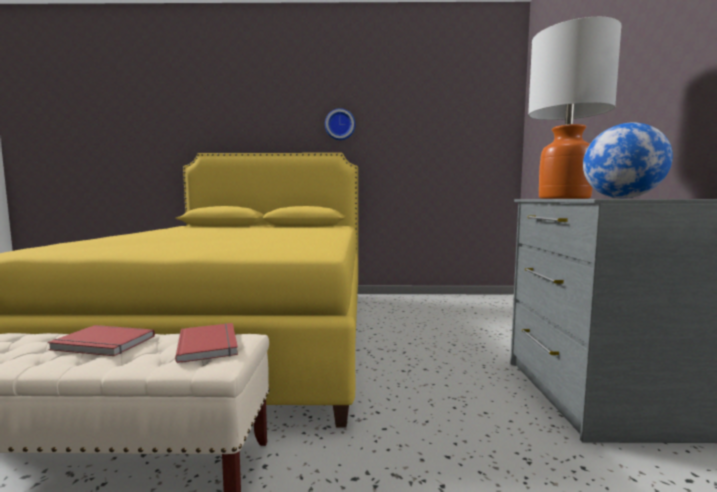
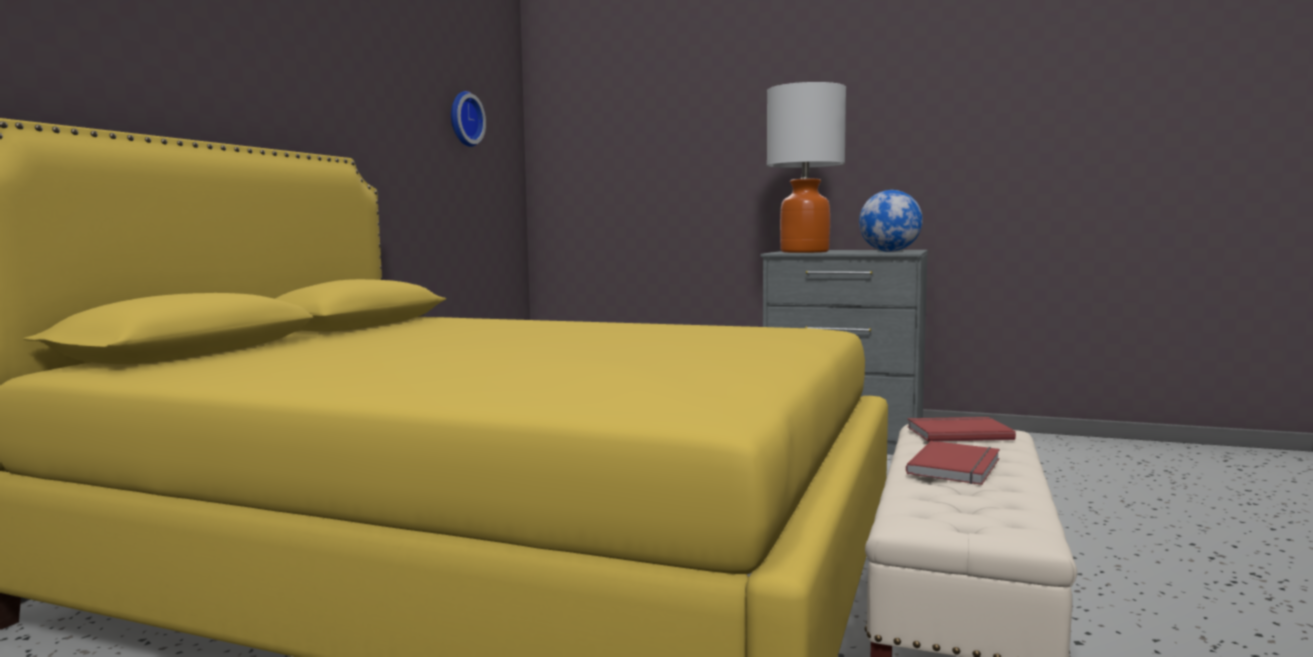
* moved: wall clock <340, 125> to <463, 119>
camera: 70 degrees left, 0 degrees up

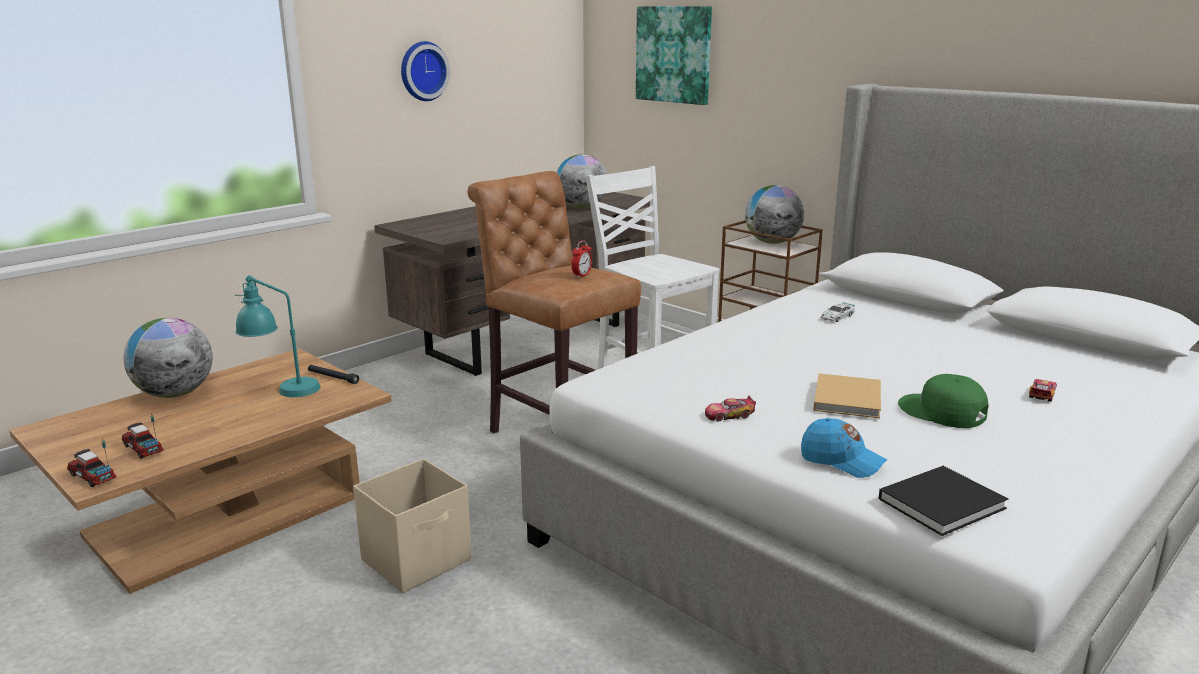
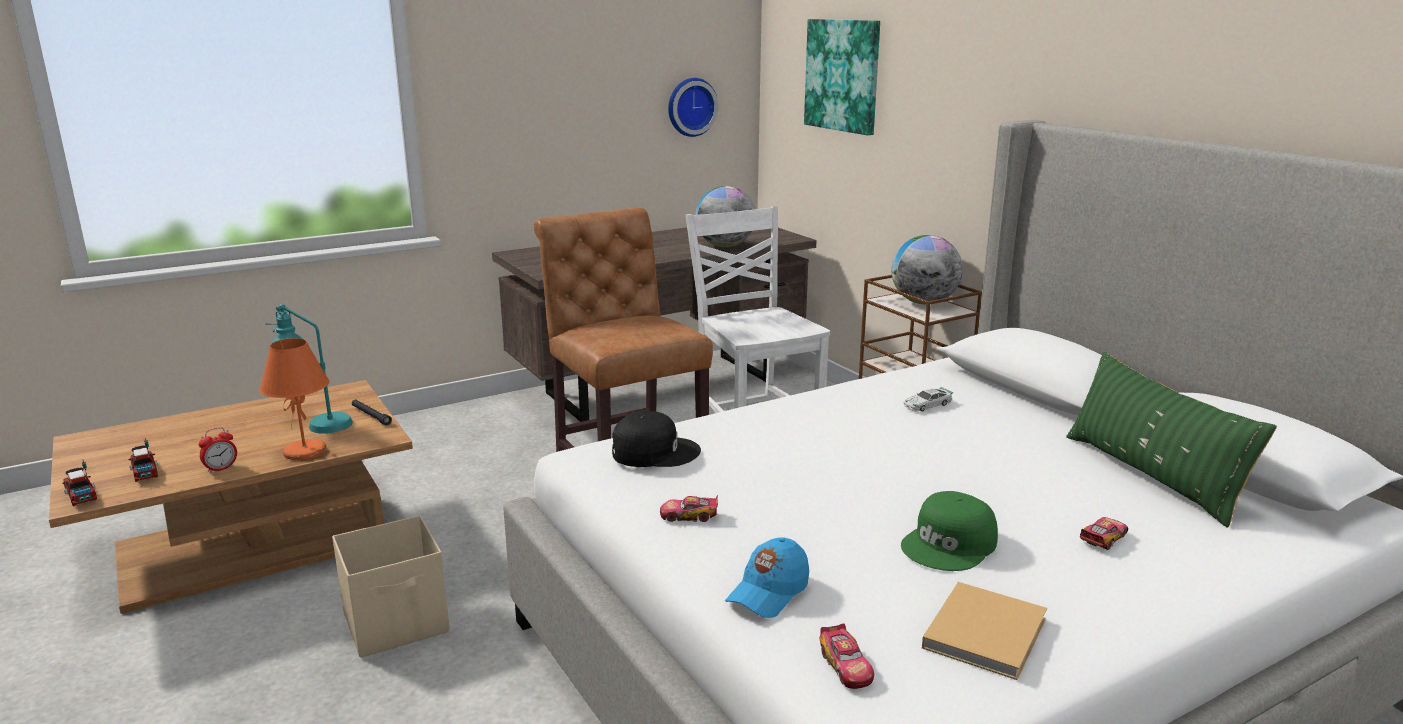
* removed: globe <175, 394>
* moved: wall clock <422, 71> to <690, 107>
* moved: alarm clock <581, 276> to <221, 469>
* turned: cap (blue) <841, 461> = <768, 593> 75 degrees clockwise
* moved: book (beige) <847, 398> to <986, 631>
* replaced: book (black) <944, 502> to toy car <846, 666>
* turned: cap (green) <942, 412> = <950, 545> 105 degrees counterclockwise
* added: table lamp (orange) <305, 452>
* added: cap (black) <654, 451>
* added: pillow (green) <1151, 475>
camera: 15 degrees right, 0 degrees up

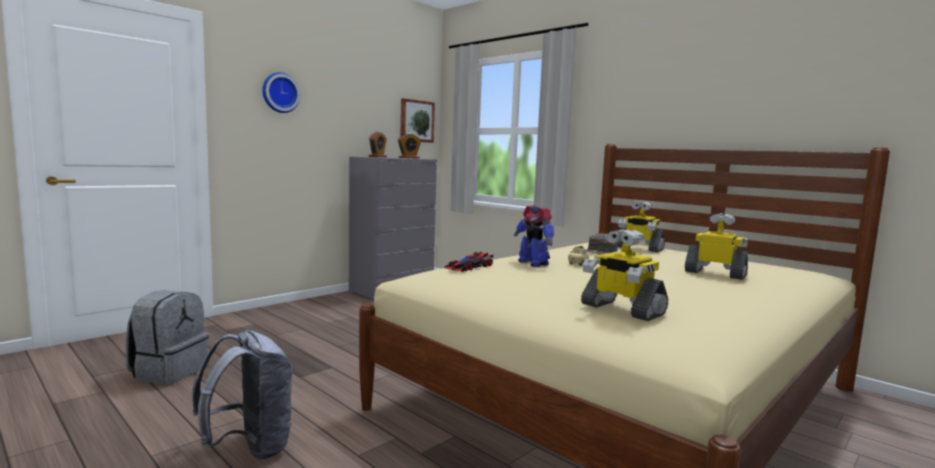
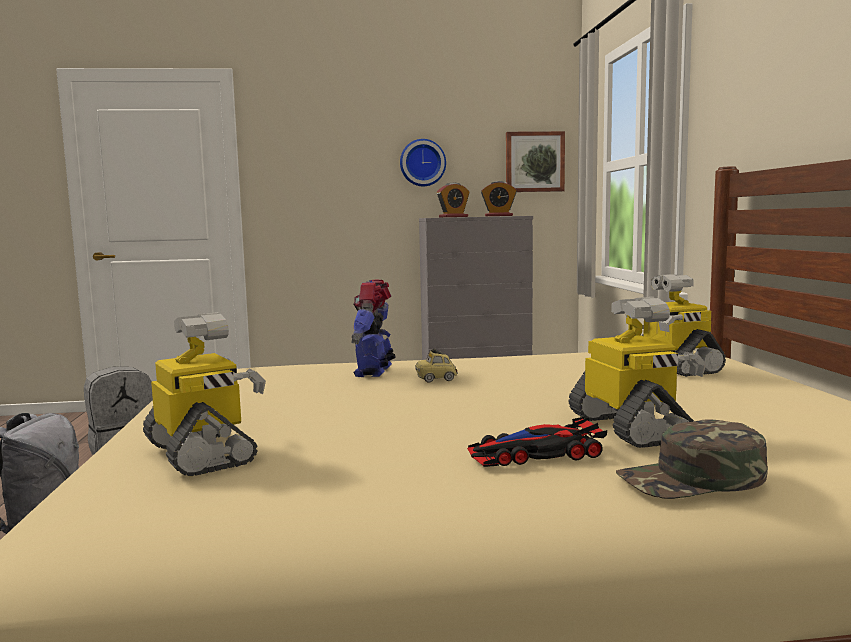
* moved: wall clock <279, 93> to <422, 163>
* moved: toy car <469, 267> to <535, 454>
* turned: toy robot <621, 309> = <202, 453> 150 degrees clockwise
* moved: cap (green) <599, 251> to <692, 479>
camera: 40 degrees right, 0 degrees up

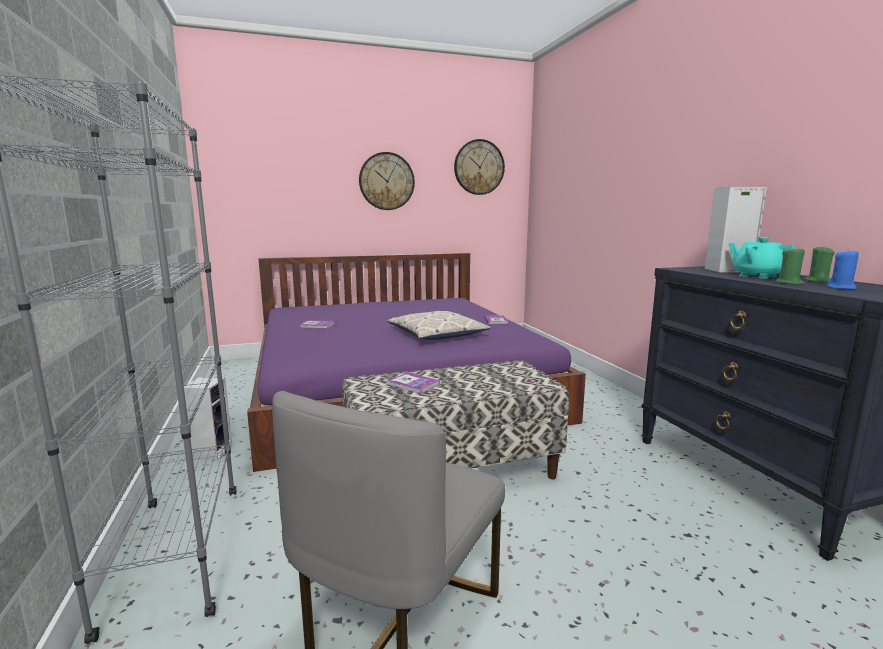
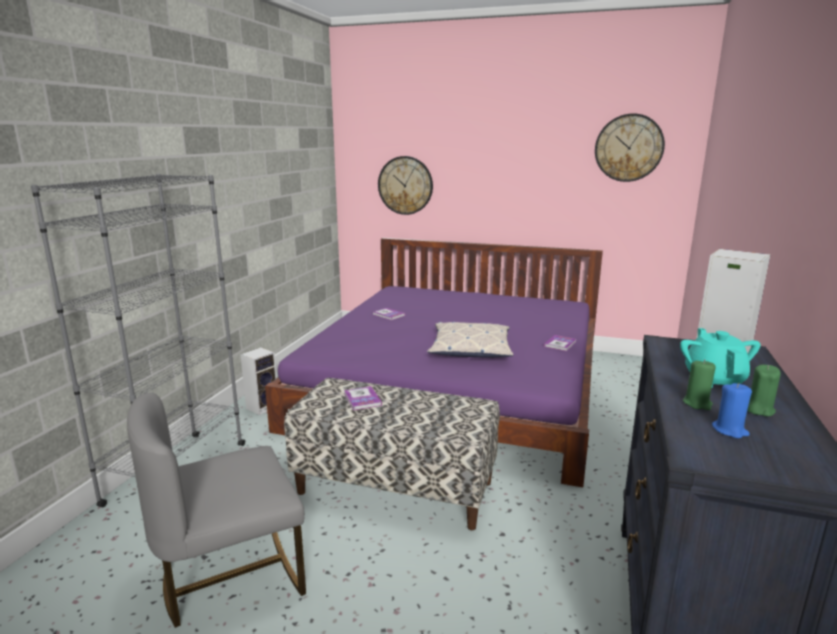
* moved: wall clock <386, 181> to <405, 185>
camera: 35 degrees right, 5 degrees up

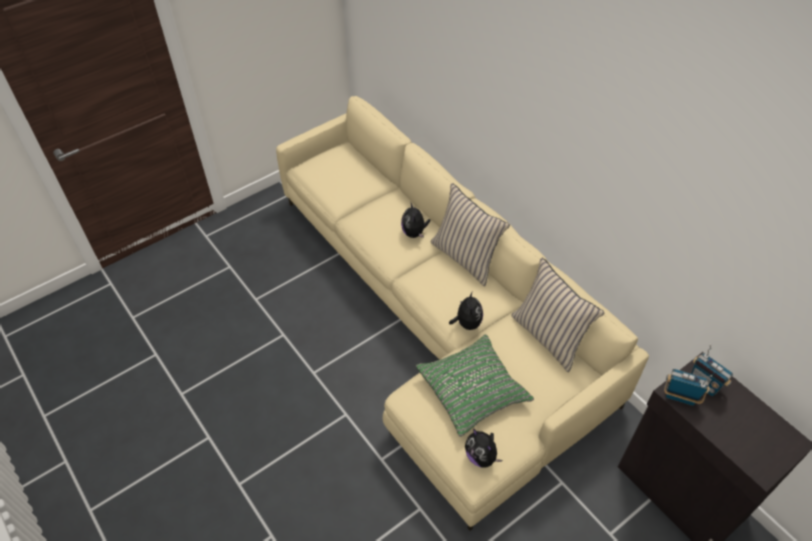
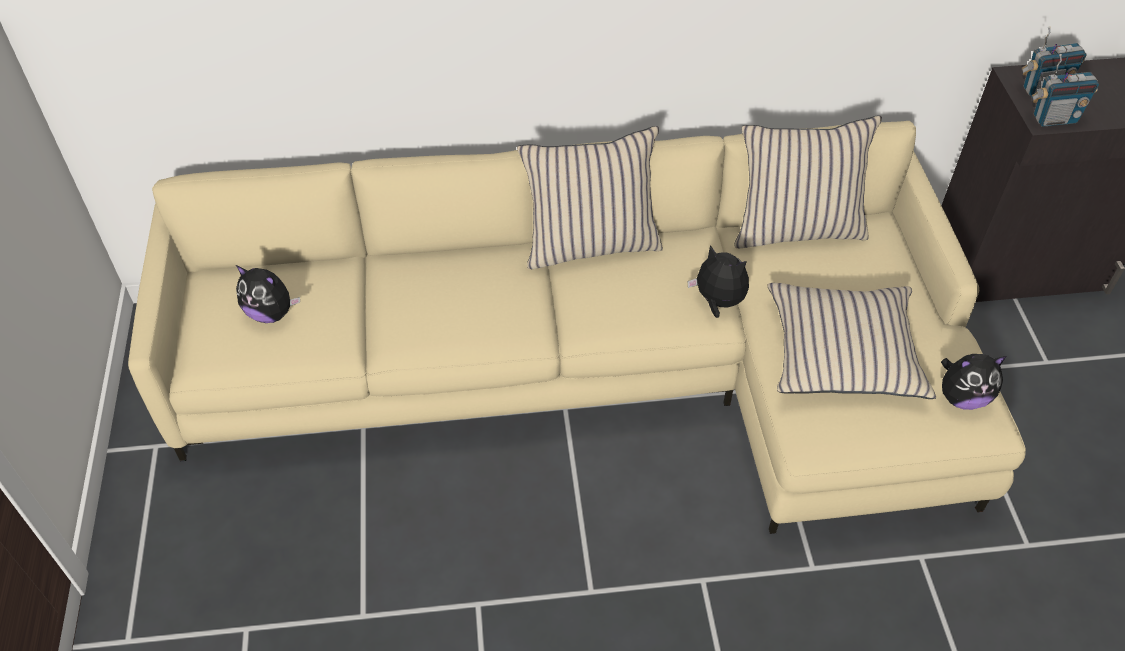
* moved: plush toy <414, 233> to <271, 313>
* recoloured: pillow (green) <472, 389> to pillow (beige) <843, 351>
* turned: radio <680, 397> = <1054, 119> 150 degrees counterclockwise
camera: 60 degrees left, 0 degrees up

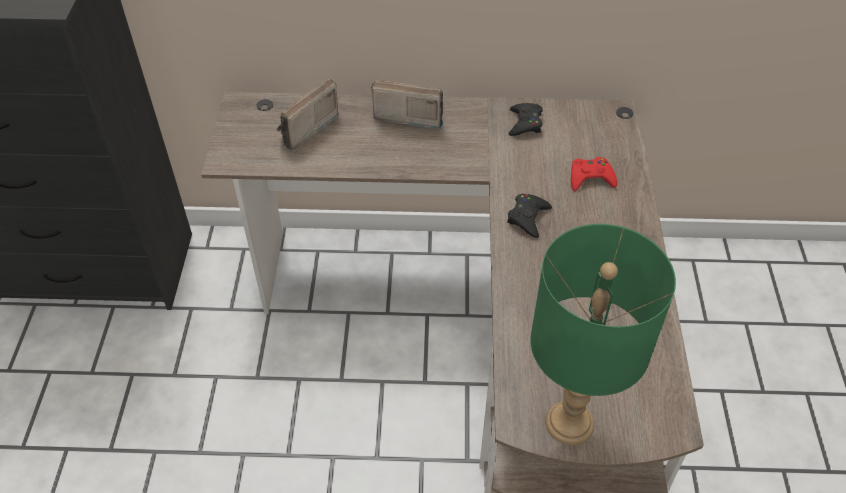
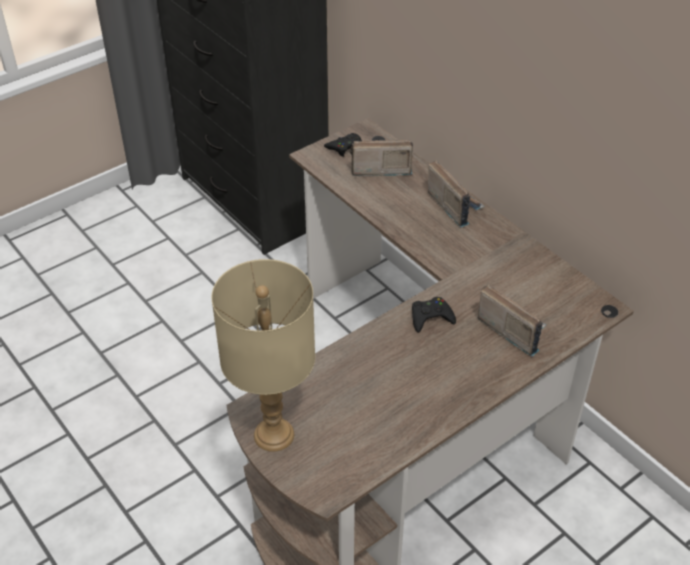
* moved: game controller (black) <525, 123> to <345, 147>
* recoloured: table lamp (green) <568, 423> to table lamp (beige) <273, 434>
* replaced: game controller (red) <590, 178> to radio <512, 329>
camera: 50 degrees right, 5 degrees down

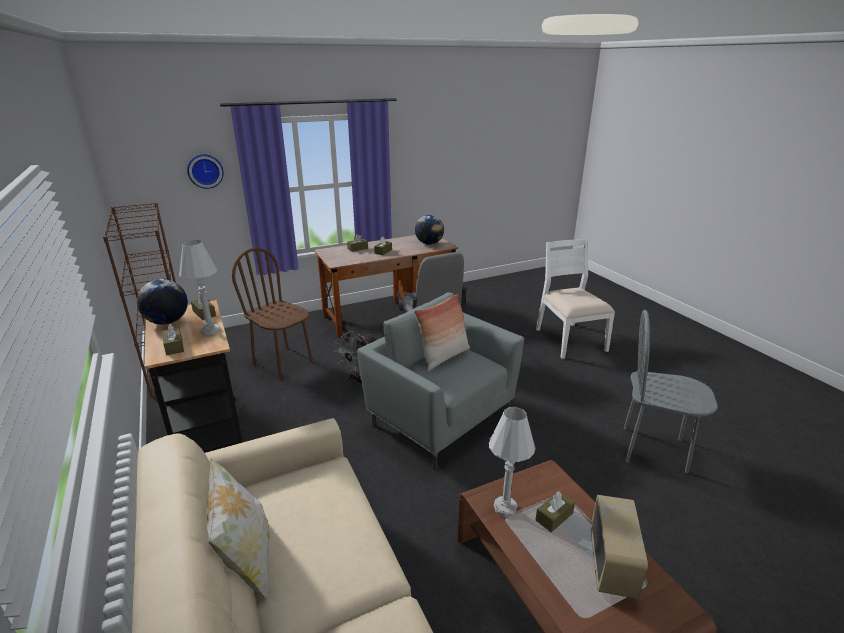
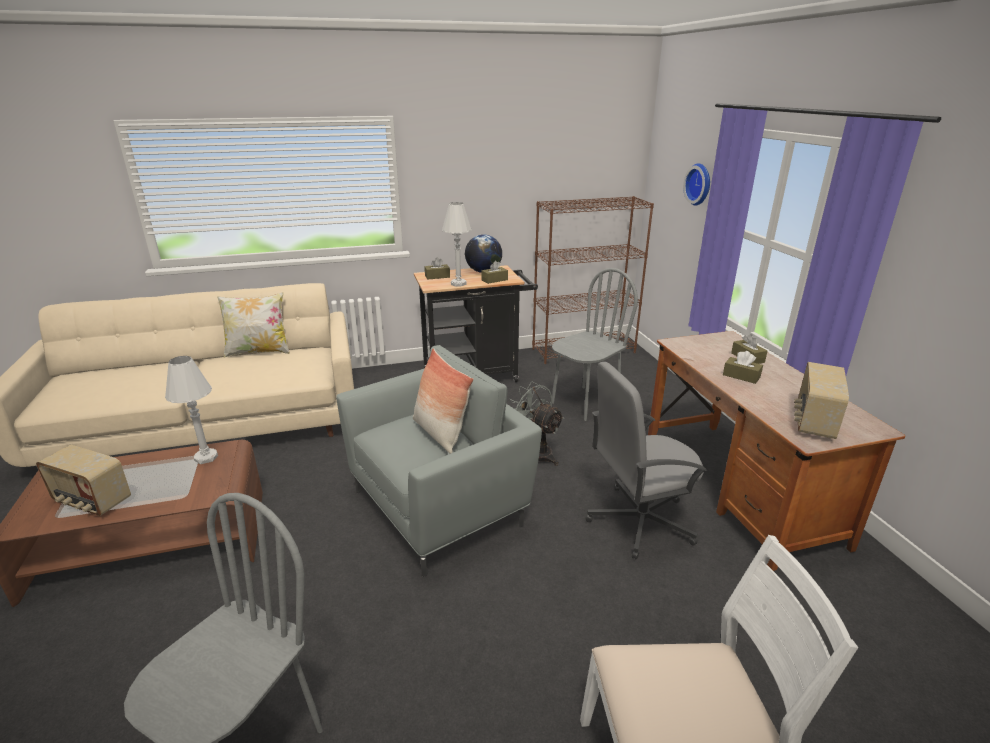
* recoloured: chair (brown) <283, 363> to chair (grey) <585, 403>
* replaced: globe <429, 243> to radio <813, 422>
* removed: tissue box (brown) <554, 517>
camera: 100 degrees right, 0 degrees up

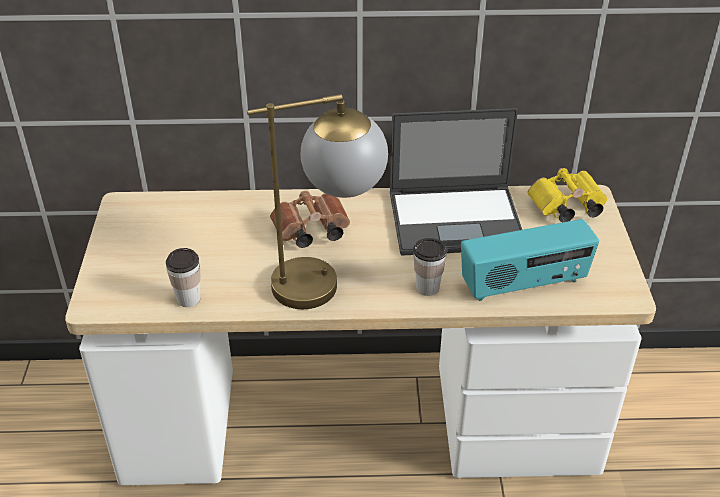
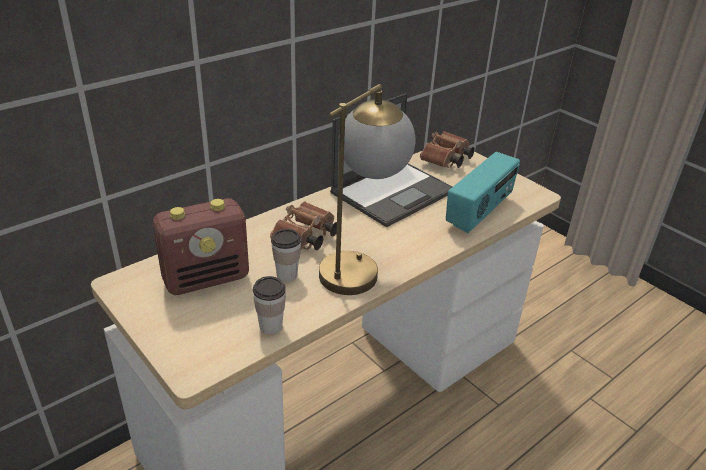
* moved: cup <427, 288> to <287, 275>
* recoloured: binoculars (yellow) <565, 208> to binoculars (brown) <445, 160>
* added: radio <207, 279>
camera: 40 degrees left, 5 degrees down

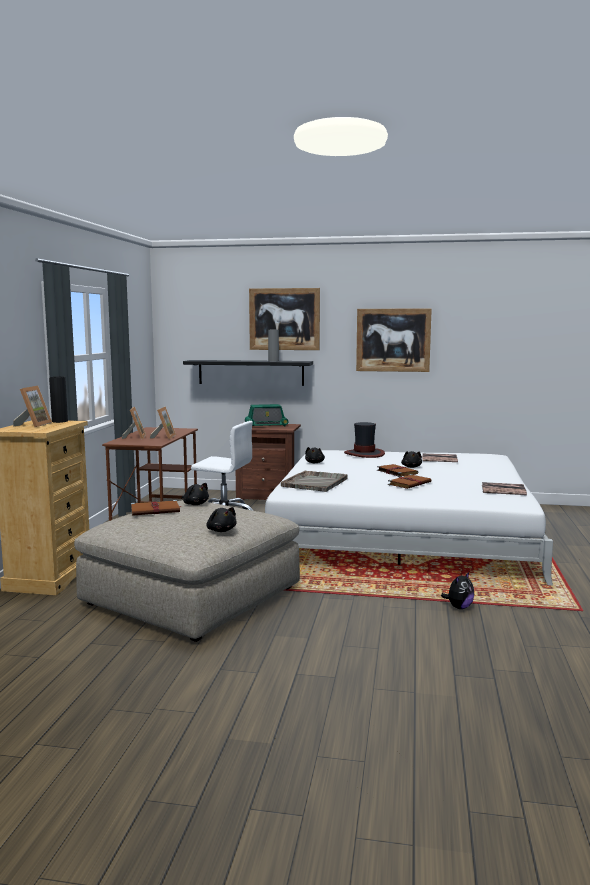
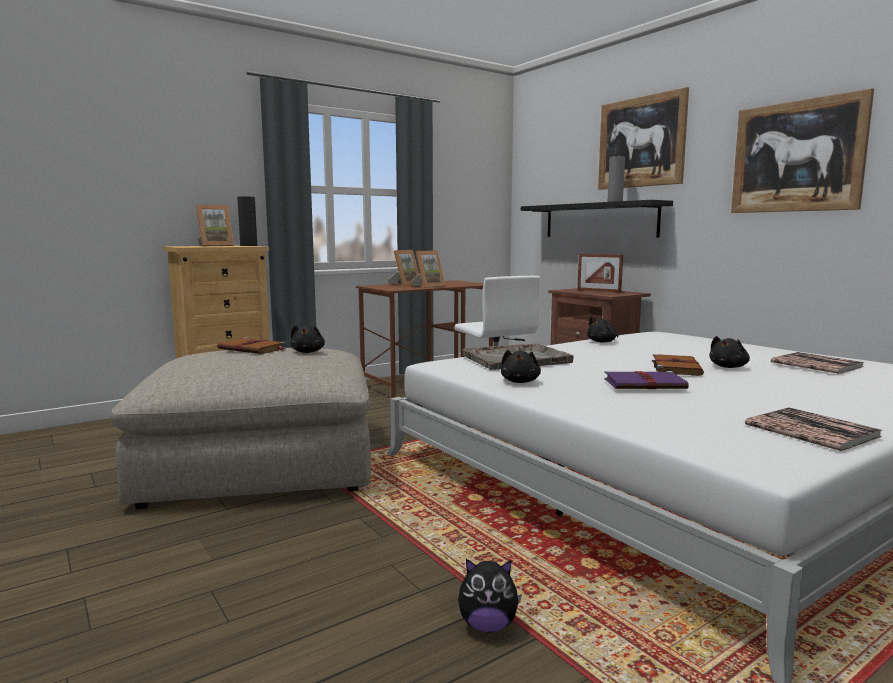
* moved: plush toy (black) <221, 530> to <520, 381>
* replaced: radio <266, 425> to picture frame <598, 291>
* removed: hat <364, 454>
* recoloured: book (brown) <410, 483> to book (purple) <646, 384>
camera: 45 degrees right, 0 degrees up

